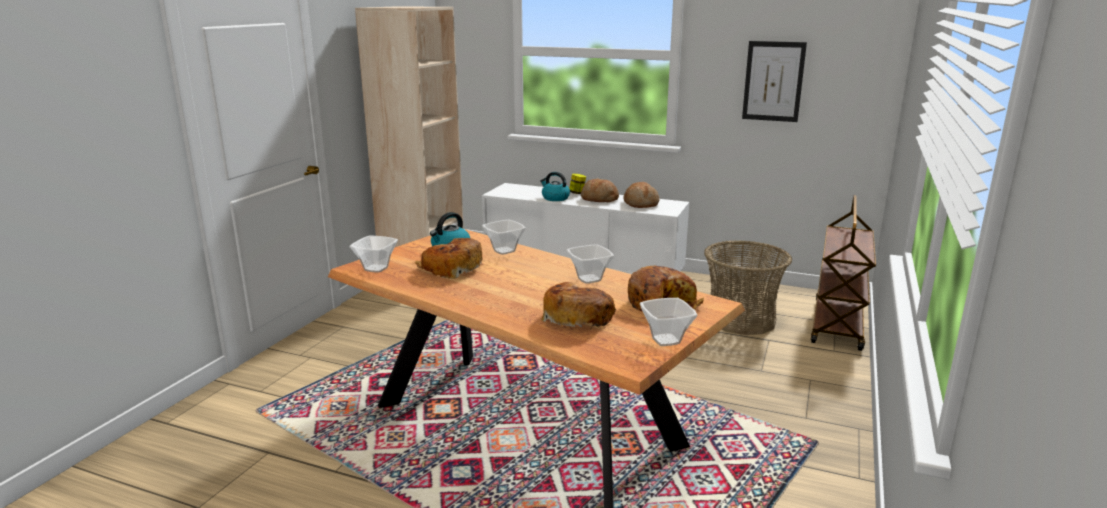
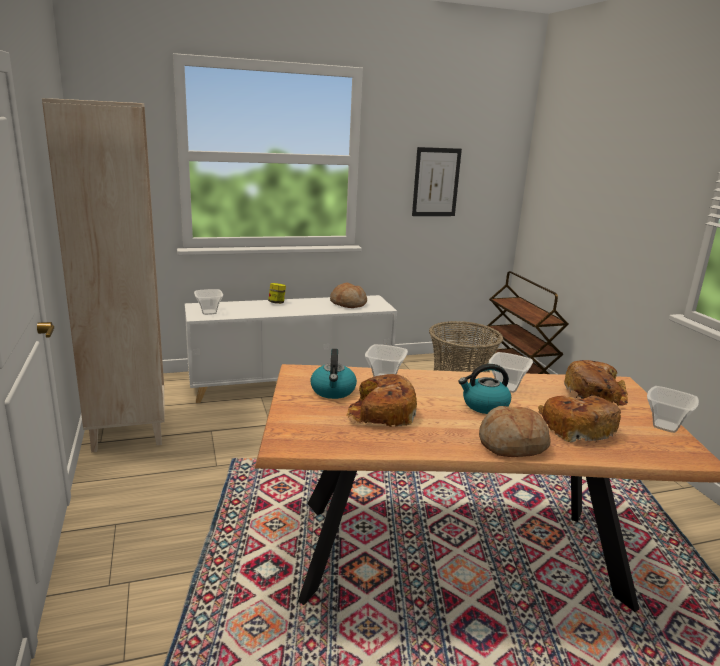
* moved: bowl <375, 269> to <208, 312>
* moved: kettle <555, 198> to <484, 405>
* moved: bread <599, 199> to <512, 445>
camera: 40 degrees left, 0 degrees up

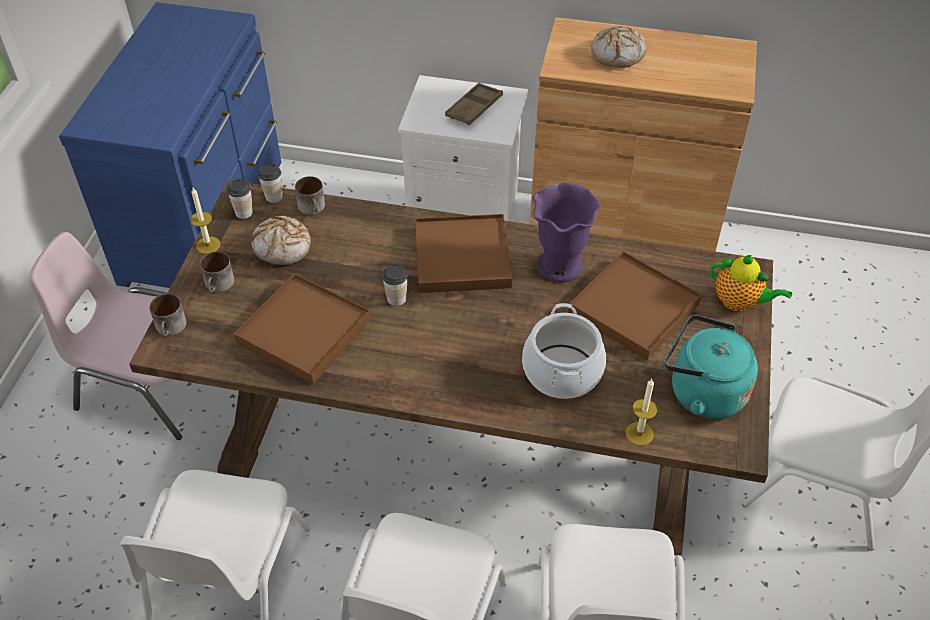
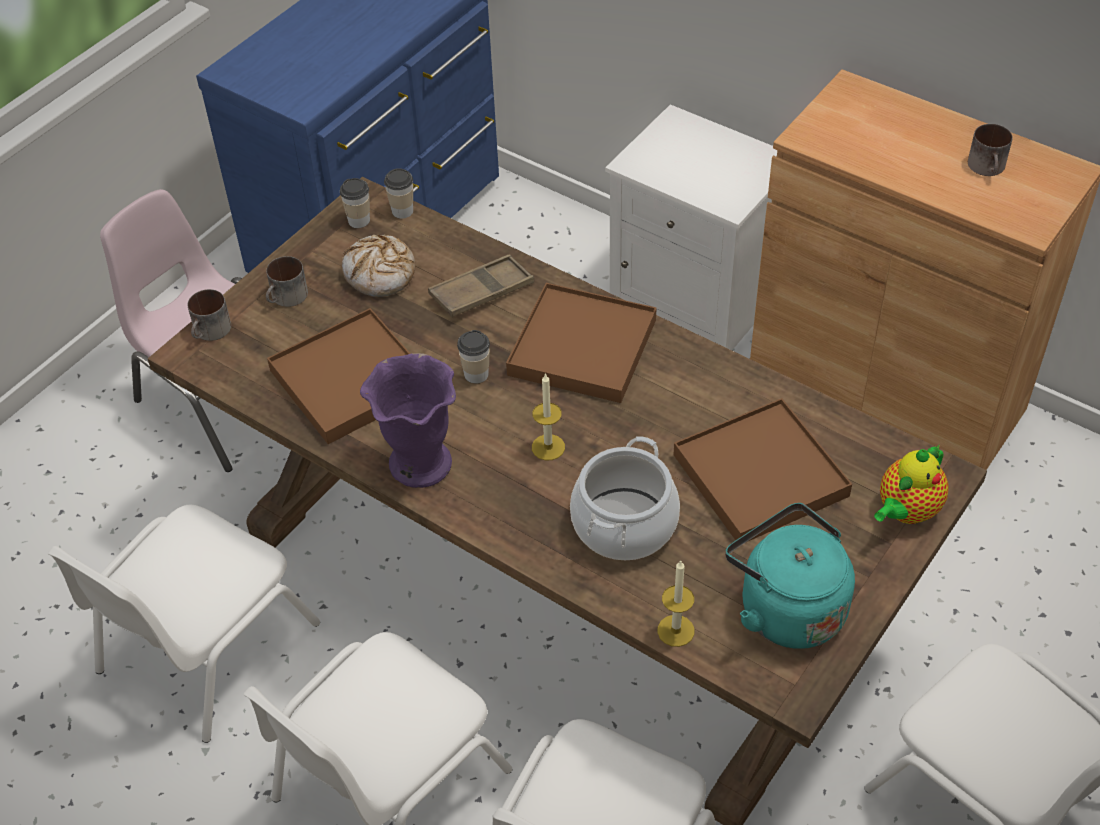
* moved: candle <208, 245> to <548, 447>
* moved: mug <314, 207> to <988, 168>
* moved: tray (brown) <474, 108> to <481, 292>
* moved: vase (purple) <559, 266> to <420, 463>
* removed: bread <618, 54>
* turned: teapot <739, 302> = <906, 511> 75 degrees clockwise
camera: 25 degrees right, 0 degrees up

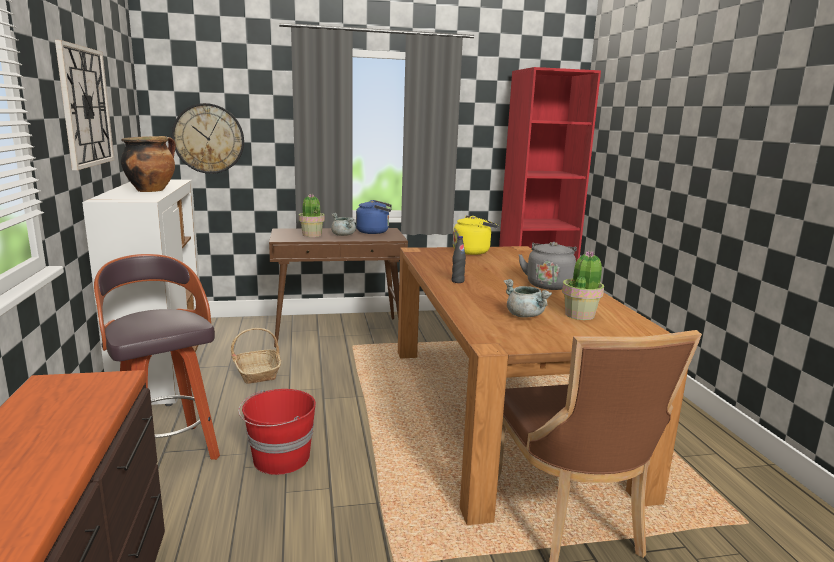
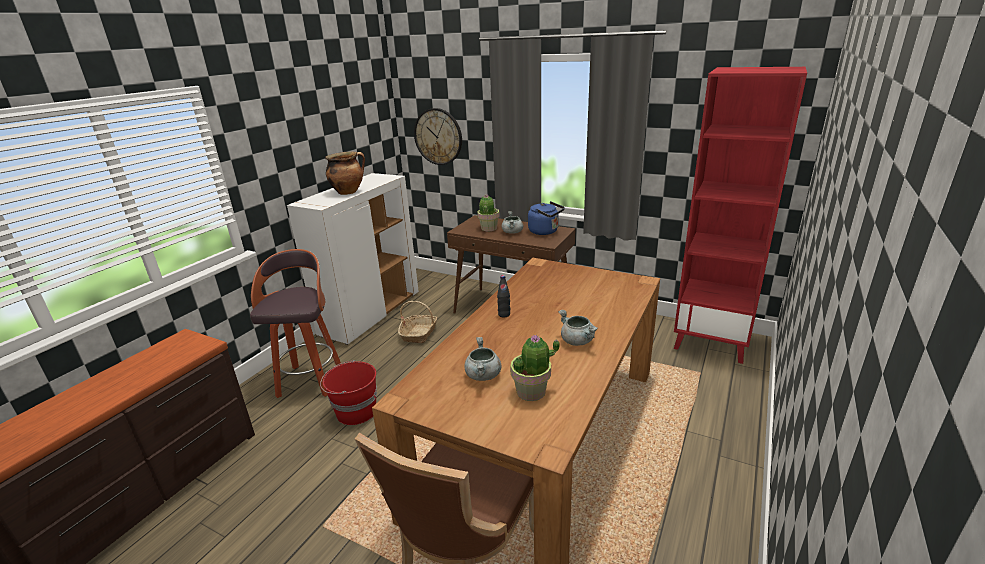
* removed: wall clock <85, 107>
* removed: kettle (yellow) <473, 251>
* replaced: kettle (grey) <548, 284> to cooking pot (grey) <577, 341>
camera: 40 degrees right, 10 degrees up

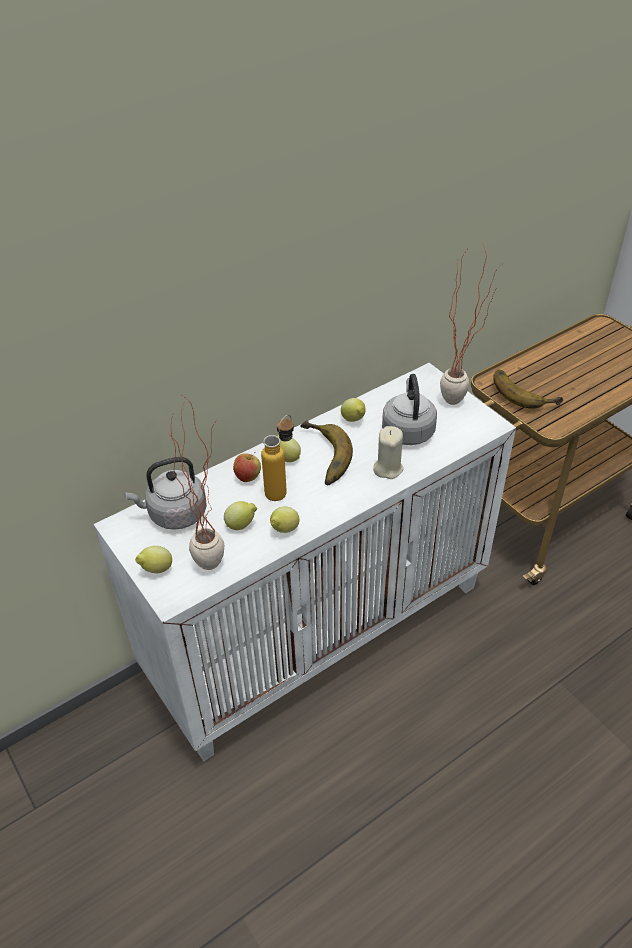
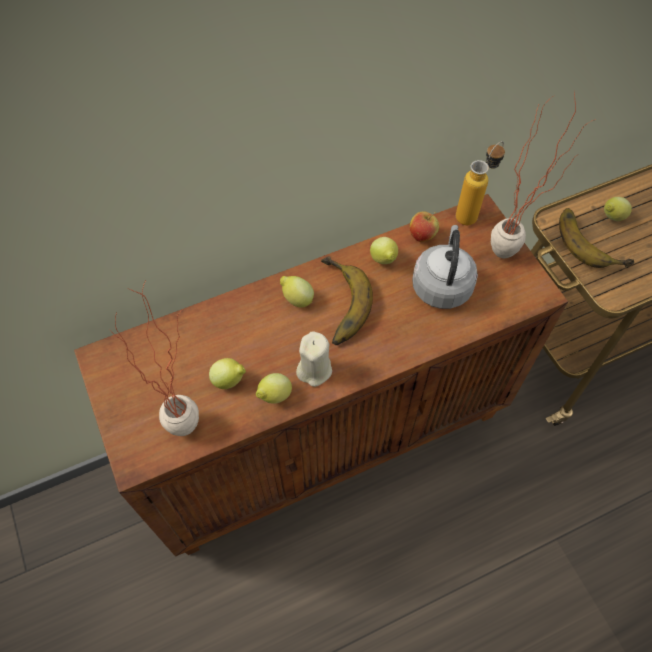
* recoloured: cabinet (white) <320, 630> to cabinet (brown) <327, 436>
* removed: kettle (grey) <174, 514>
* moved: lemon <156, 570> to <611, 217>
* moved: apple <248, 477> to <422, 236>
* moved: bottle <281, 489> to <472, 213>
* moved: candle (beige) <388, 468> to <314, 369>
camera: 10 degrees right, 15 degrees up

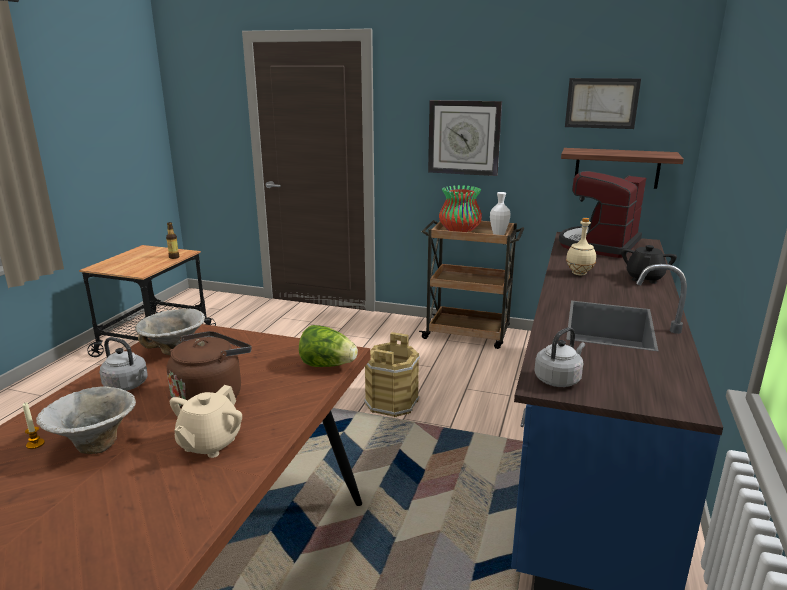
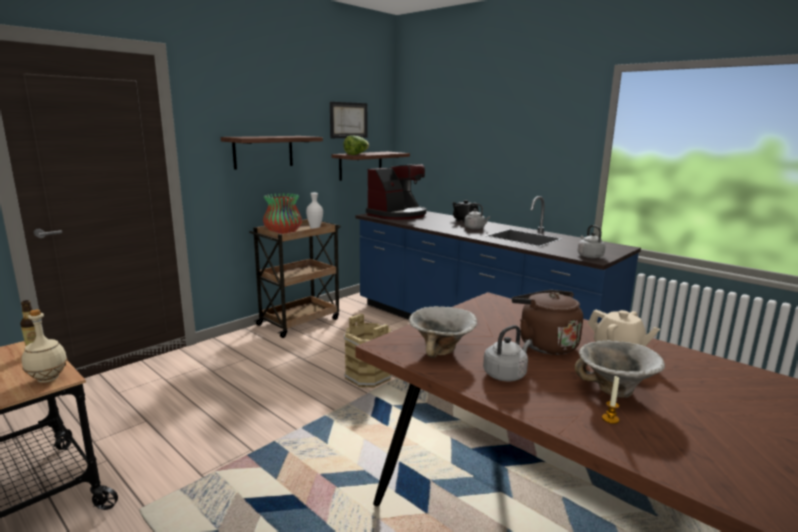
* moved: lettuce <327, 365> to <356, 154>
* replaced: wall clock <464, 137> to shelf <263, 152>
* turned: coffee machine <599, 245> = <397, 215> 105 degrees counterclockwise
* moved: bottle (beige) <579, 273> to <47, 379>
* added: kettle (grey) <475, 228>
camera: 65 degrees left, 5 degrees down

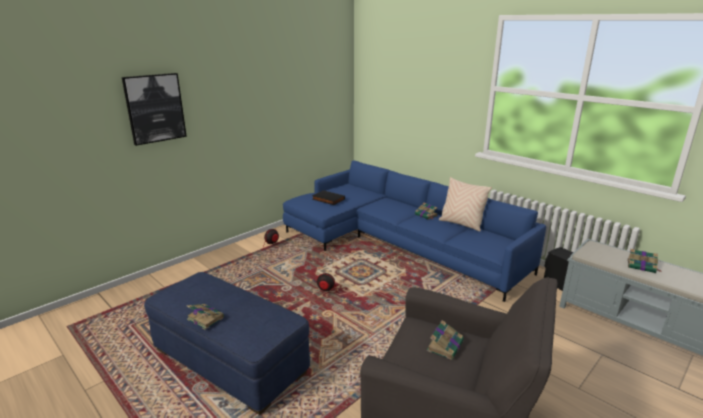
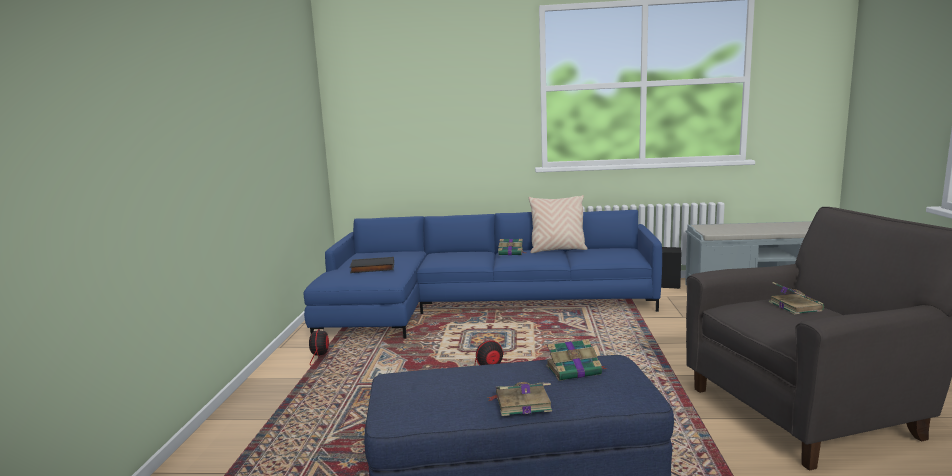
* removed: picture <155, 108>
* moved: book <642, 266> to <575, 370>
camera: 40 degrees left, 10 degrees down

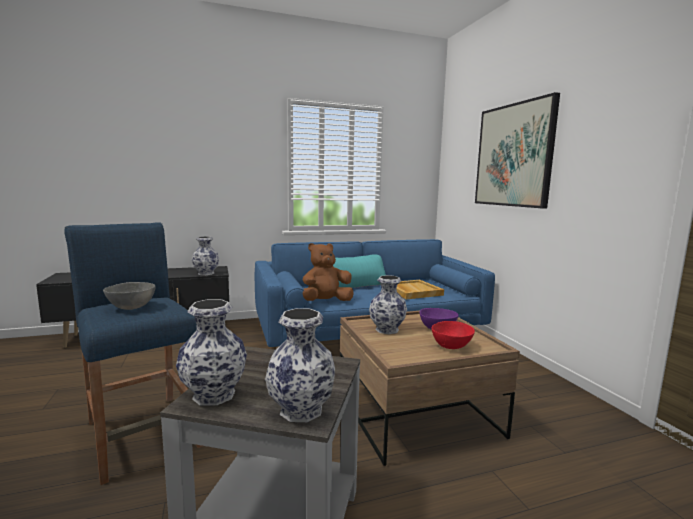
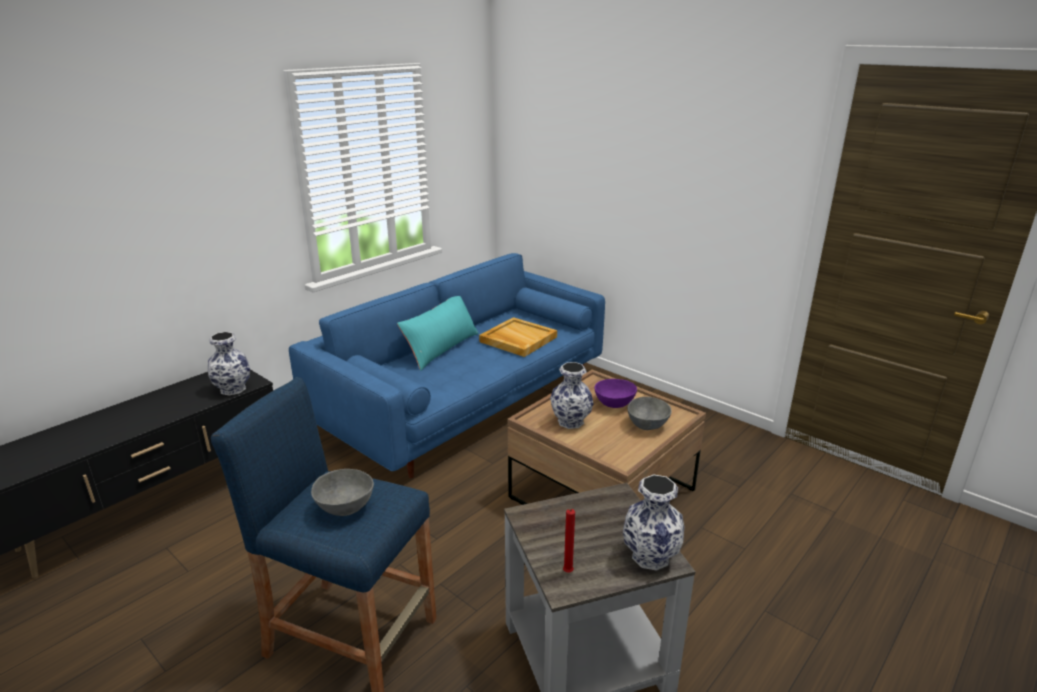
* replaced: vase <213, 394> to candle (red) <567, 573>
* removed: plush toy (brown) <325, 302>
* recoloured: bowl (red) <452, 346> to bowl (grey) <648, 425>
* removed: picture <513, 155>
camera: 30 degrees left, 15 degrees up

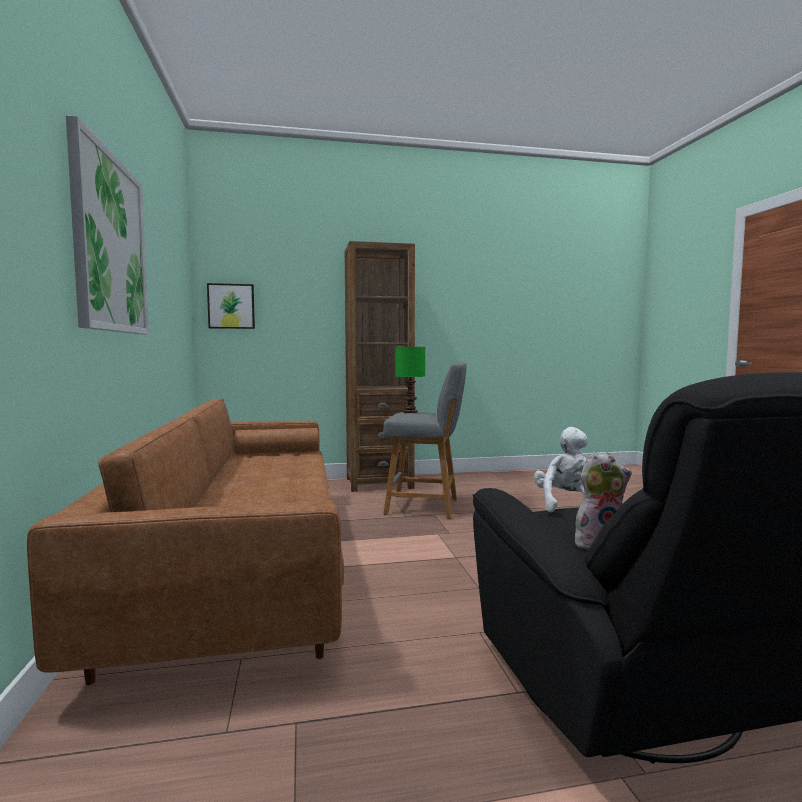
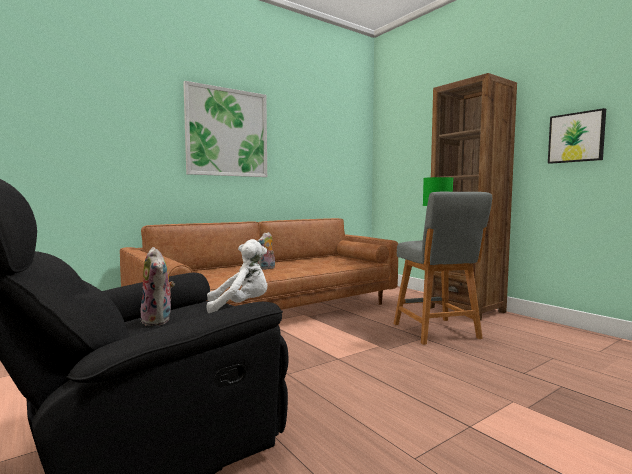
* moved: picture <231, 306> to <576, 137>
* added: plush toy <266, 268>
camera: 65 degrees right, 0 degrees up

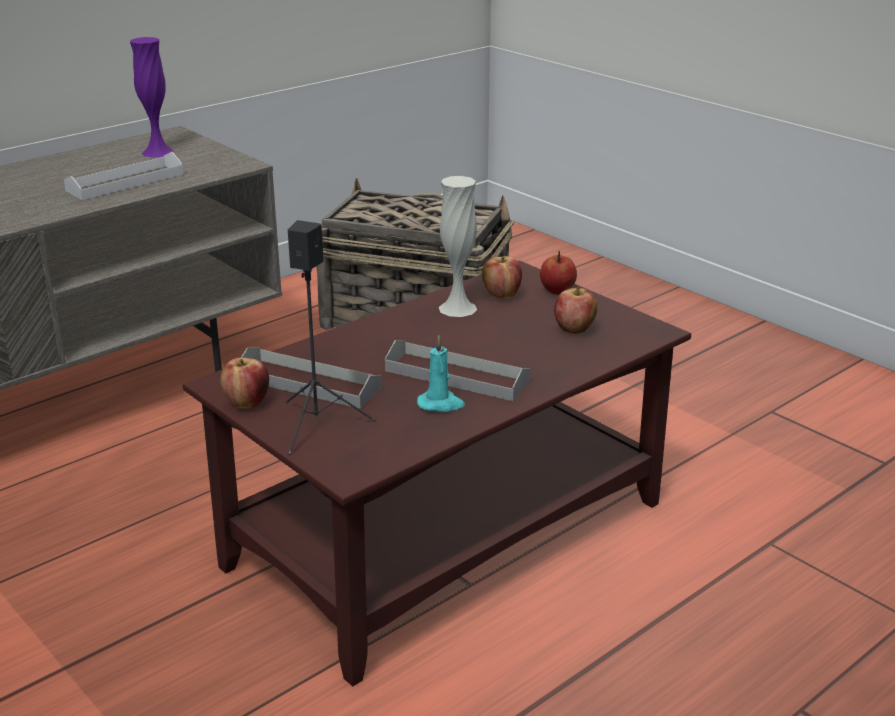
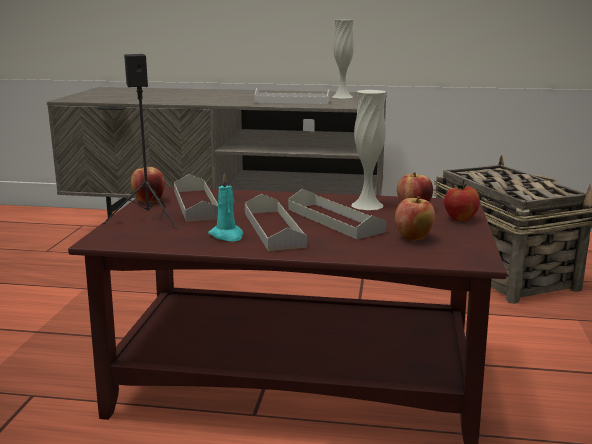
* recoloured: vase (purple) <158, 152> to vase (white) <342, 96>
* added: tray (grey) <334, 220>
camera: 50 degrees right, 10 degrees down

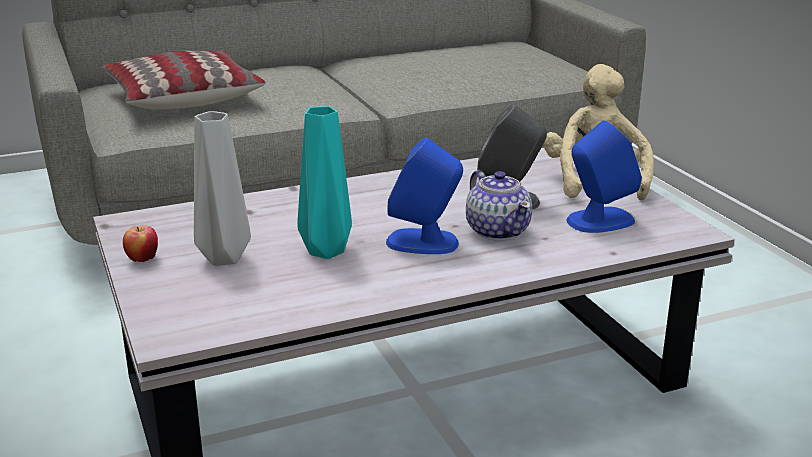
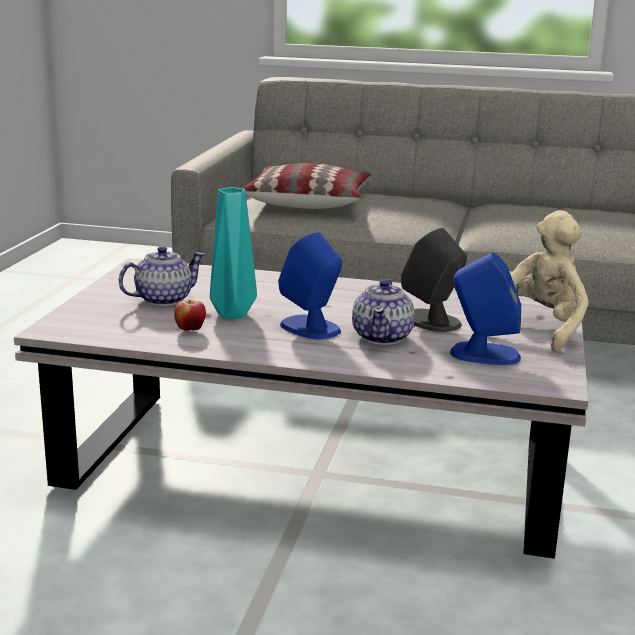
* moved: apple <142, 260> to <190, 330>
* replaced: vase (grey) <225, 257> to teapot <162, 299>
camera: 35 degrees right, 5 degrees down

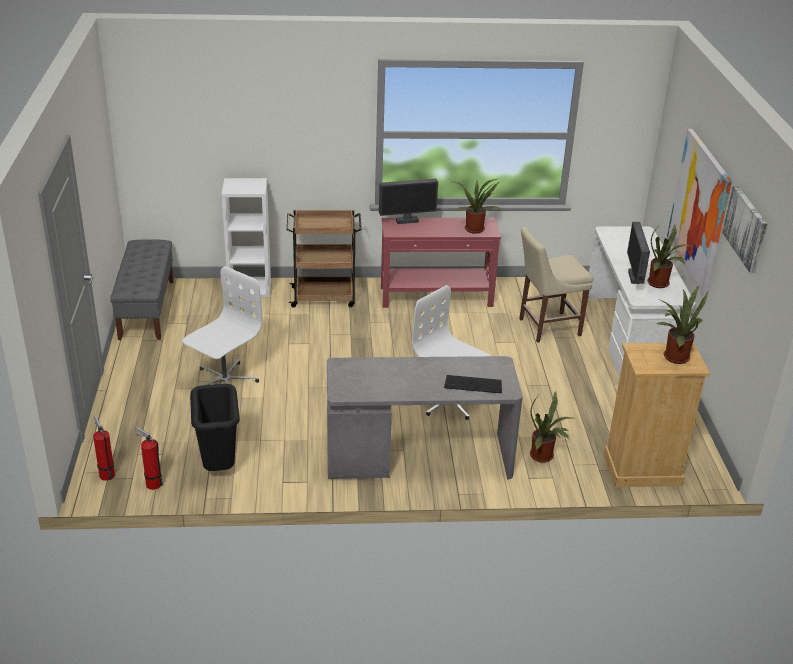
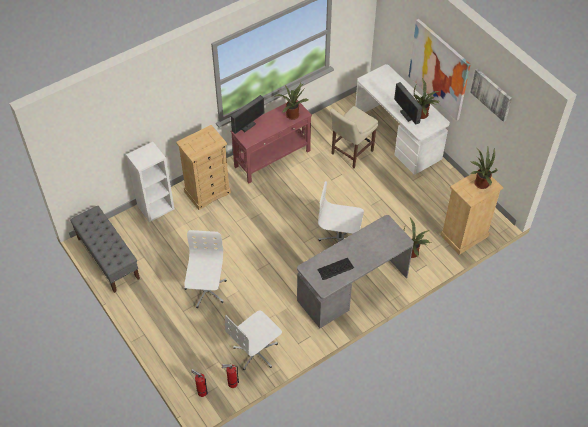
* replaced: trash can (black) <219, 466> to office chair (white) <256, 352>
* replaced: cart (brown) <324, 297> to dresser (beige) <207, 192>
* moved: keyboard <473, 385> to <335, 269>
camera: 30 degrees left, 20 degrees up

